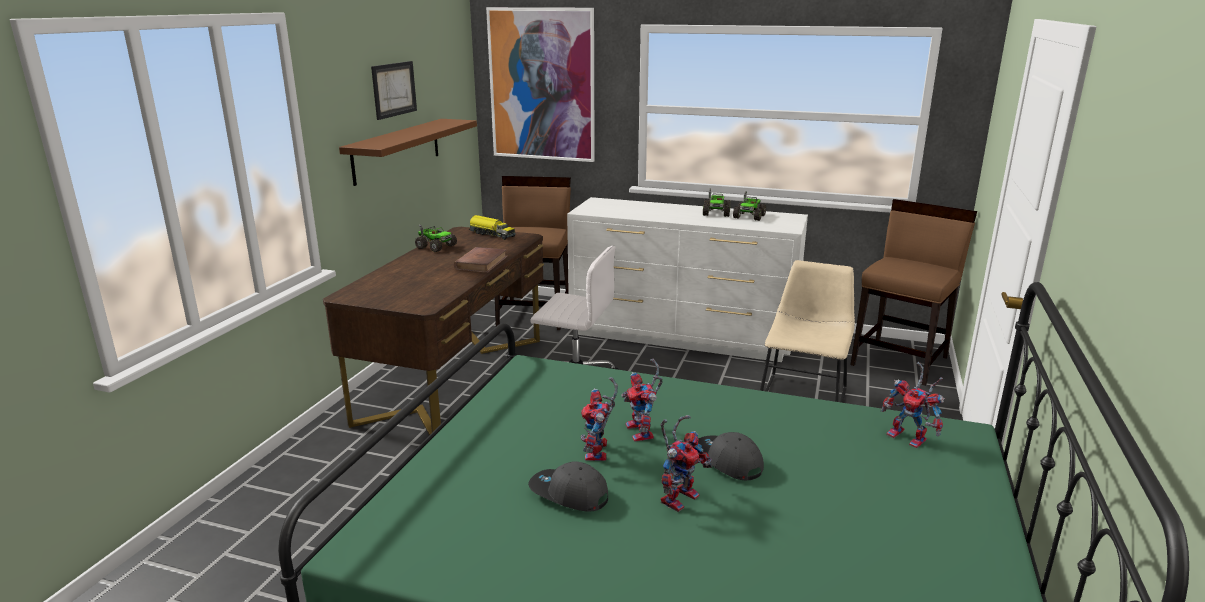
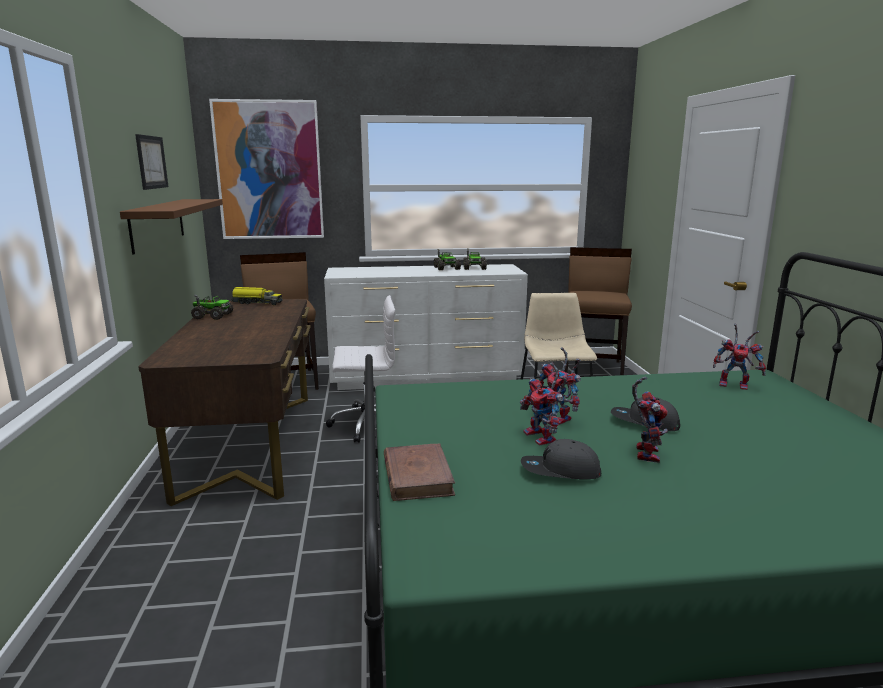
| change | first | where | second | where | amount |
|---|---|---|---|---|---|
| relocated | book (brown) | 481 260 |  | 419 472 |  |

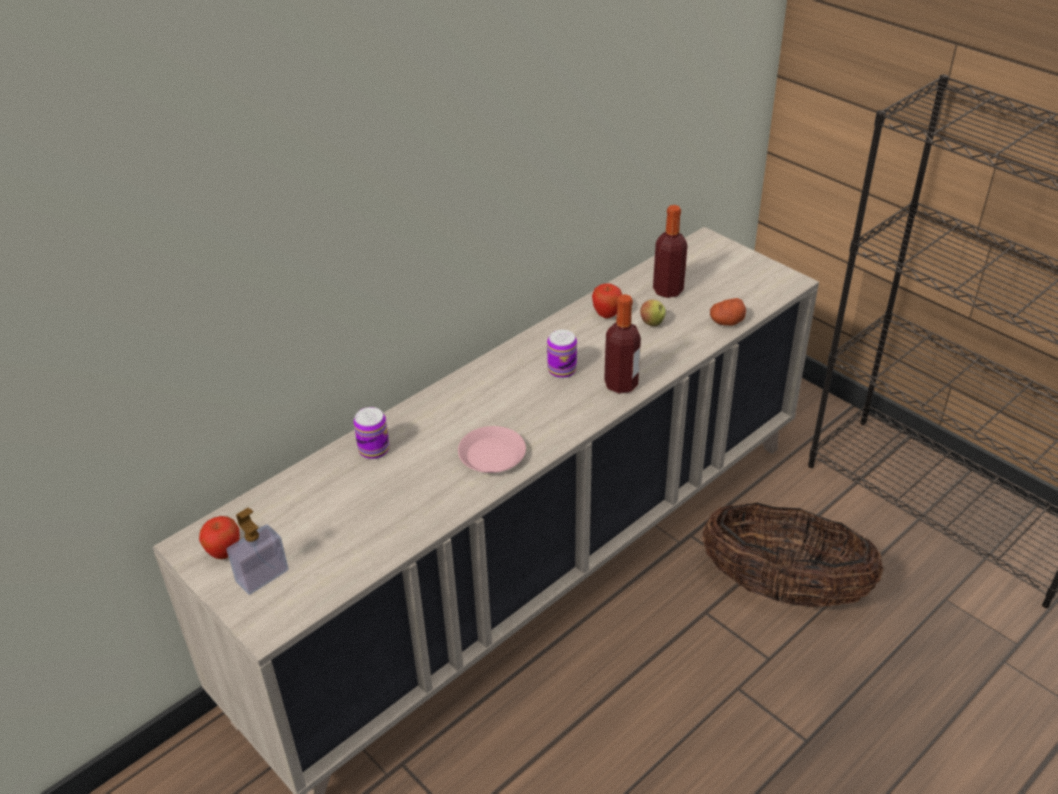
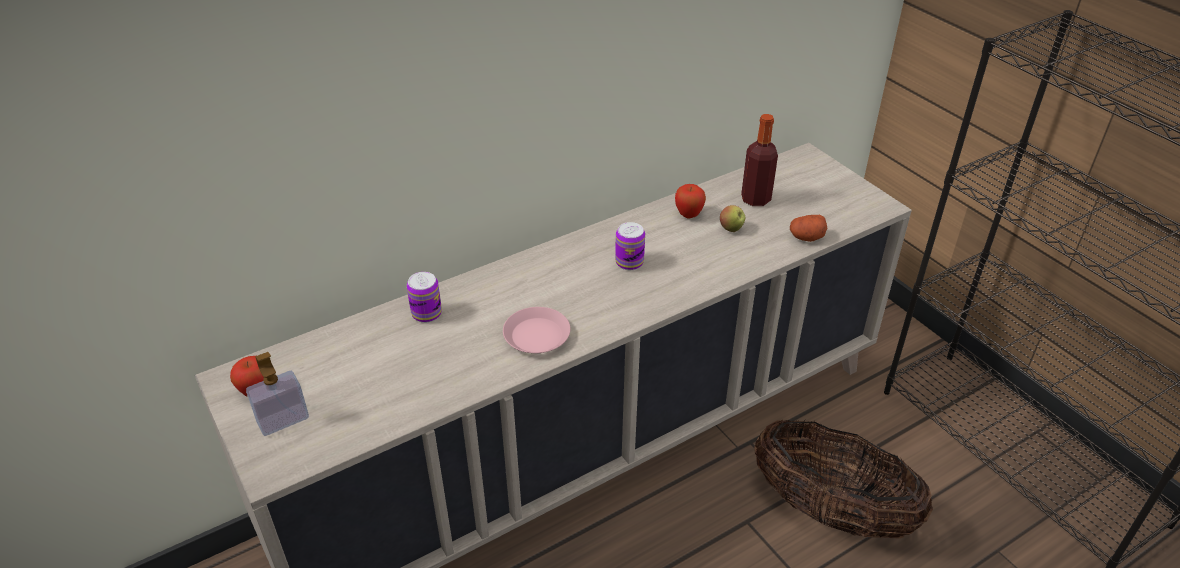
| change | first | where | second | where | amount |
|---|---|---|---|---|---|
| missing | bottle | 622 344 |  |  |  |

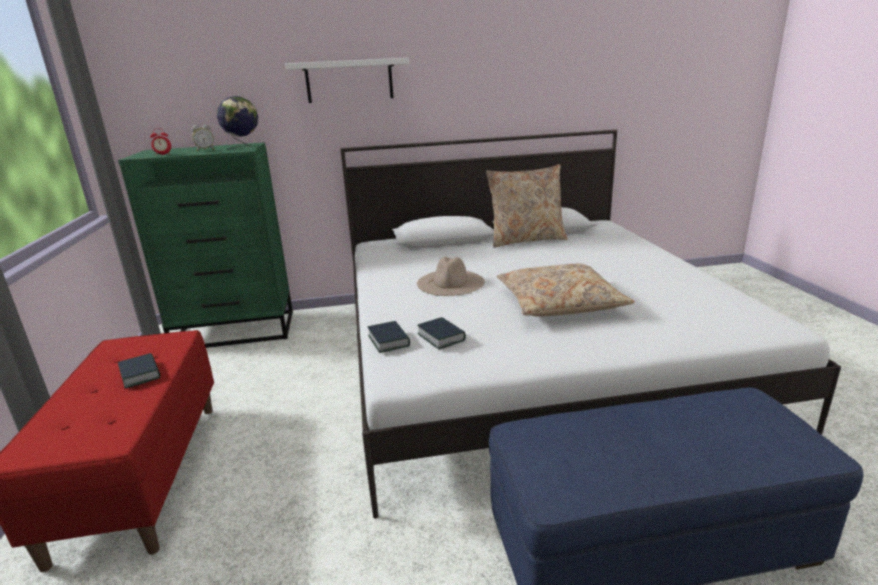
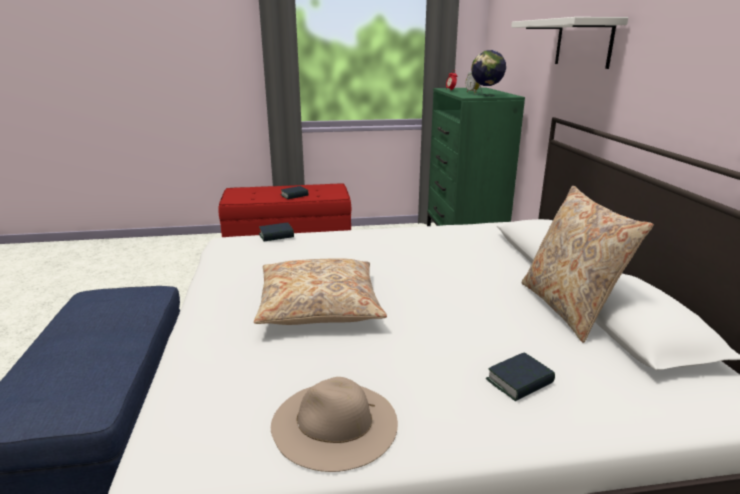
| change | first | where | second | where | amount |
|---|---|---|---|---|---|
| relocated | hat (beige) | 451 276 |  | 334 424 |  |
| relocated | book | 441 333 |  | 520 376 |  |

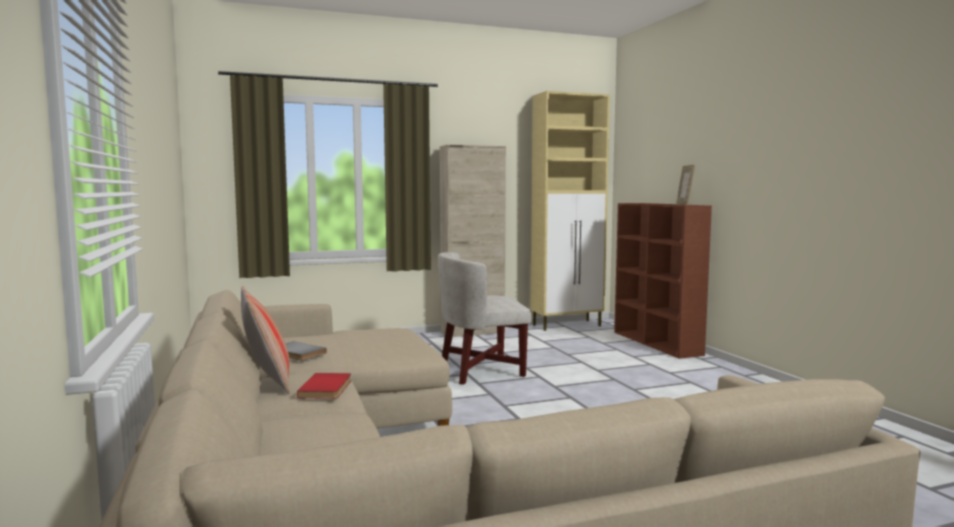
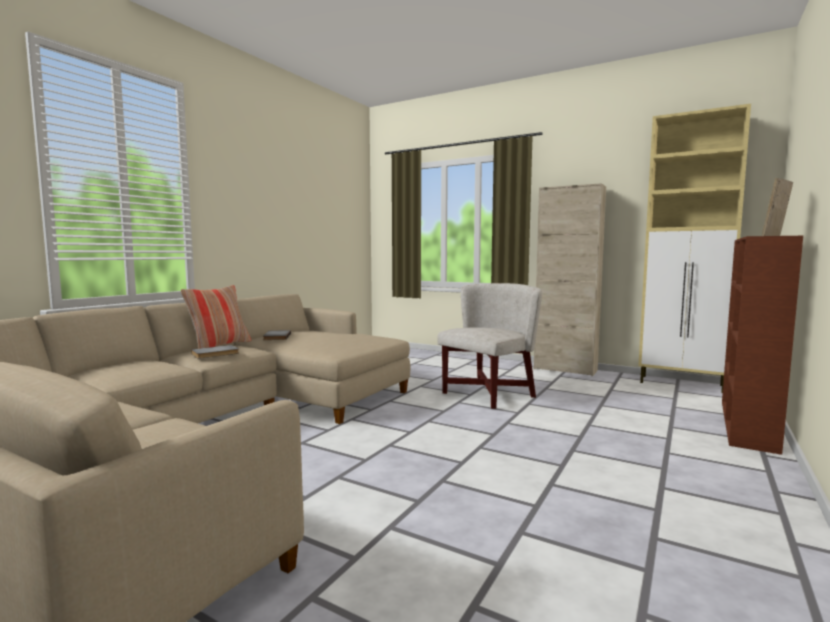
| change | first | where | second | where | amount |
|---|---|---|---|---|---|
| spun | armchair (white) | 484 318 |  | 490 346 | 105 degrees clockwise |
| colour | book (red) | 324 386 | book (grey) | 215 352 |  |

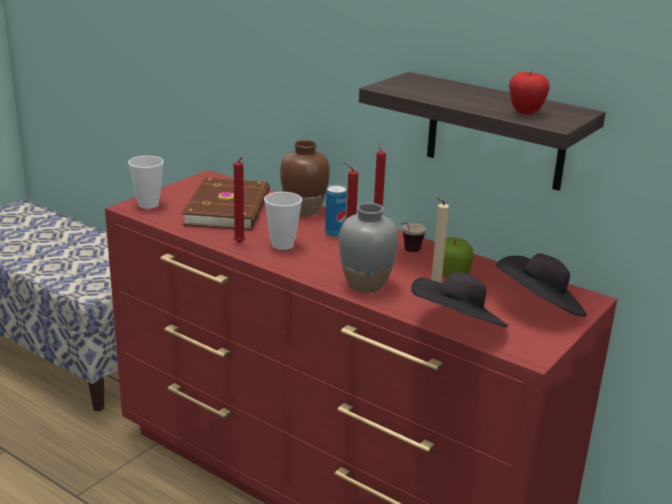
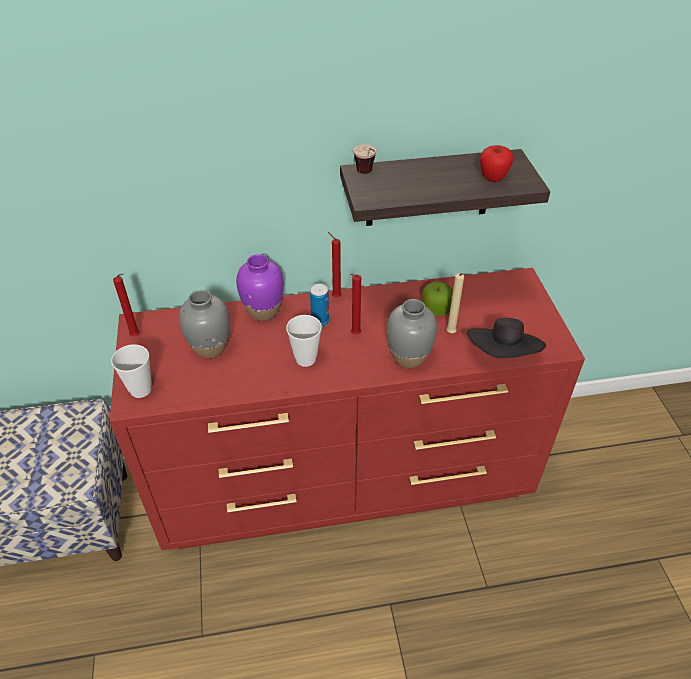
| change | first | where | second | where | amount |
|---|---|---|---|---|---|
| colour | vase (brown) | 305 178 | vase (purple) | 260 287 |  |
| relocated | candle (red) | 239 200 |  | 126 305 |  |
| exchanged | book (brown) | 226 204 | vase (grey) | 204 324 |  |
| relocated | cup | 413 237 |  | 365 159 |  |
| missing | hat (black) | 541 285 |  |  |  |

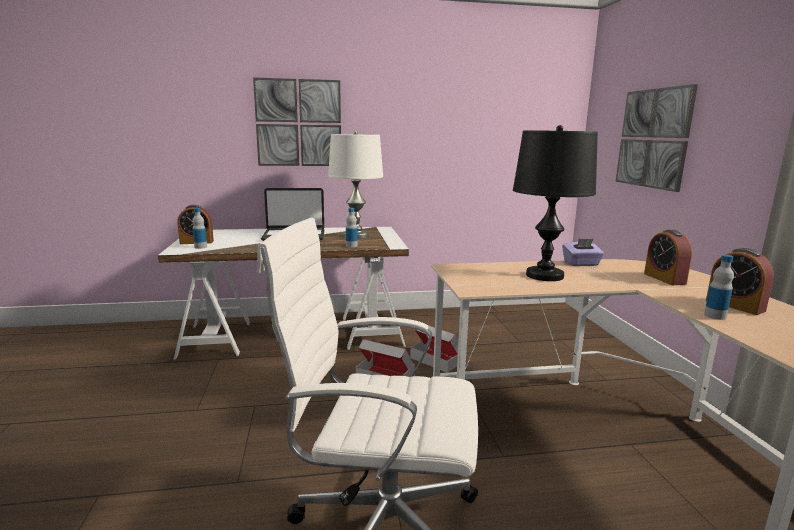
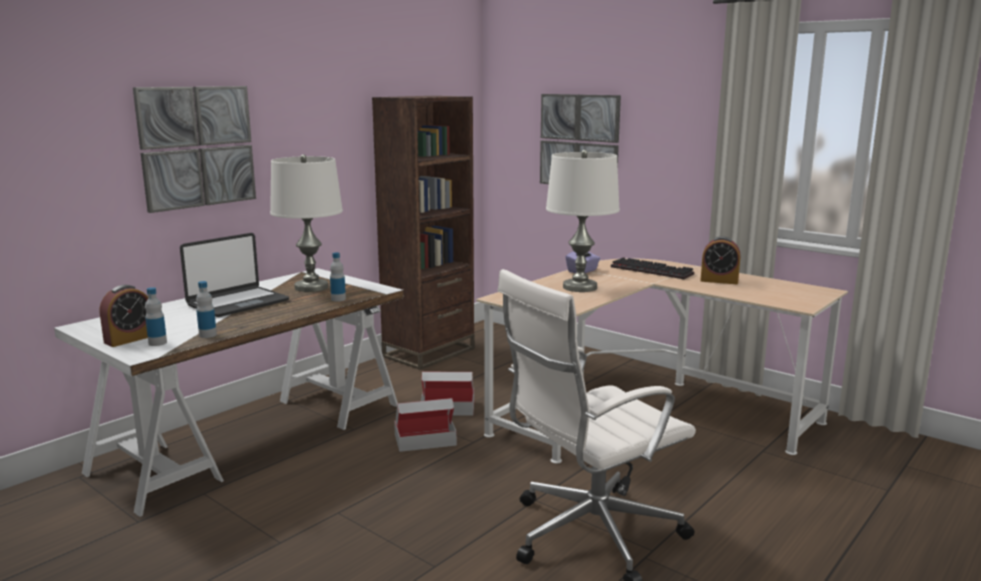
| change | first | where | second | where | amount |
|---|---|---|---|---|---|
| colour | table lamp (black) | 555 203 | table lamp (white) | 583 221 |  |
| exchanged | alarm clock | 668 257 | keyboard | 652 268 |  |
| relocated | bottle | 719 287 |  | 206 309 |  |
| appeared |  |  | bookcase (brown) | 423 233 |  |

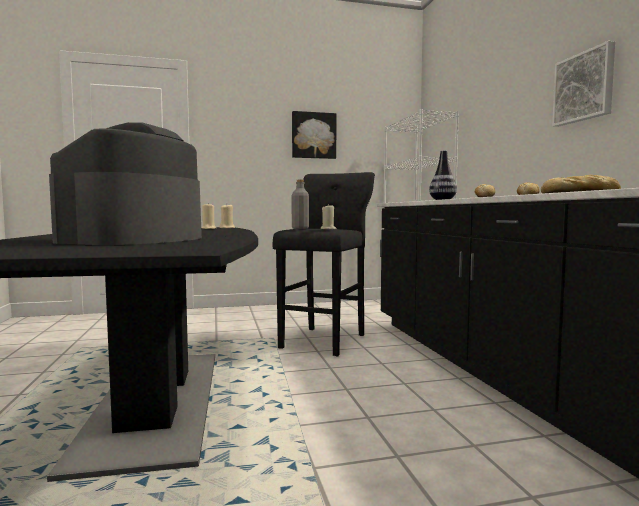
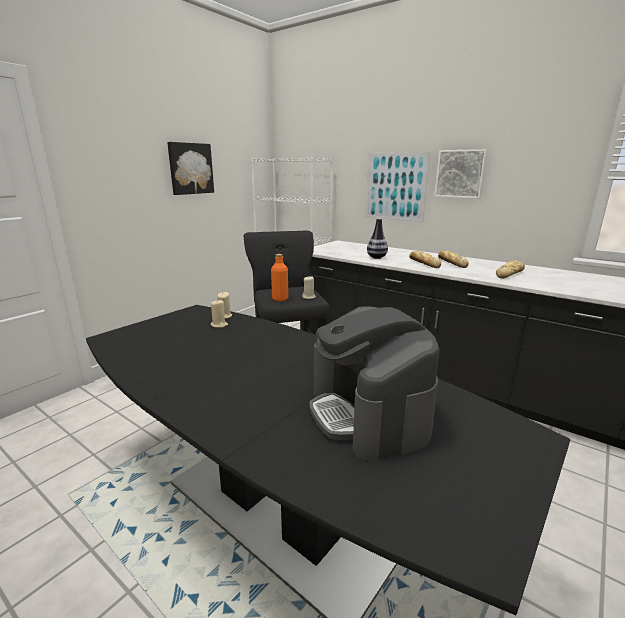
| change | first | where | second | where | amount |
|---|---|---|---|---|---|
| colour | bottle (grey) | 300 204 | bottle (orange) | 279 277 |  |
| appeared |  |  | picture | 397 187 |  |

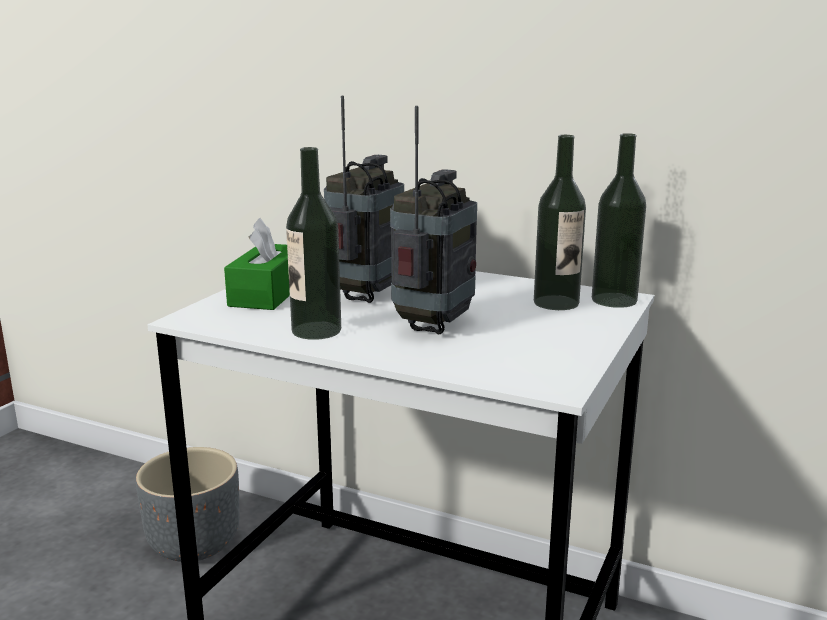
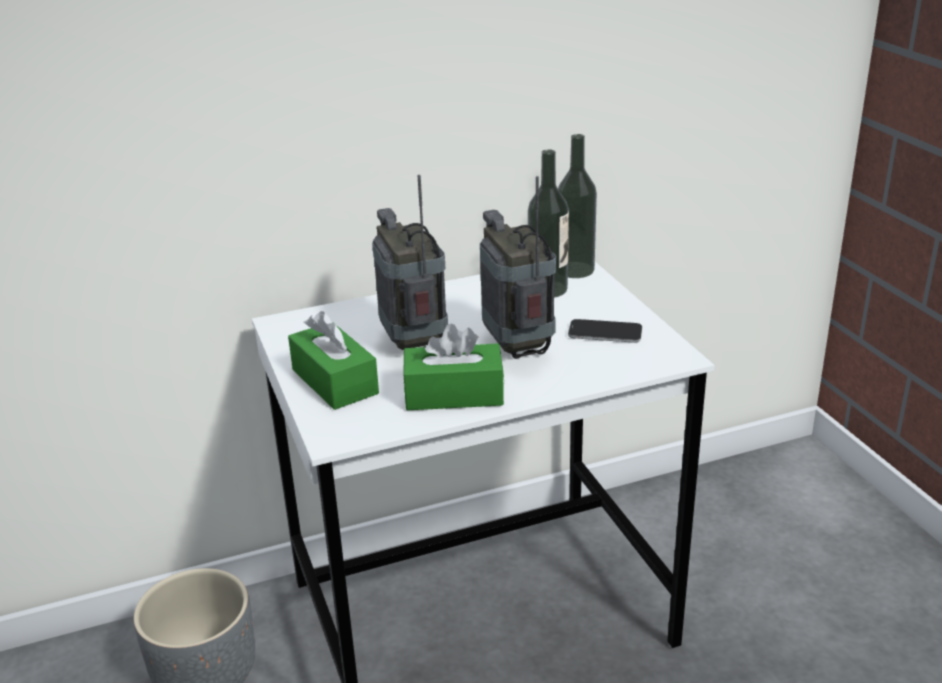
| change | first | where | second | where | amount |
|---|---|---|---|---|---|
| exchanged | bottle | 313 243 | tissue box (green) | 453 367 |  |
| appeared |  |  | phone | 605 331 |  |

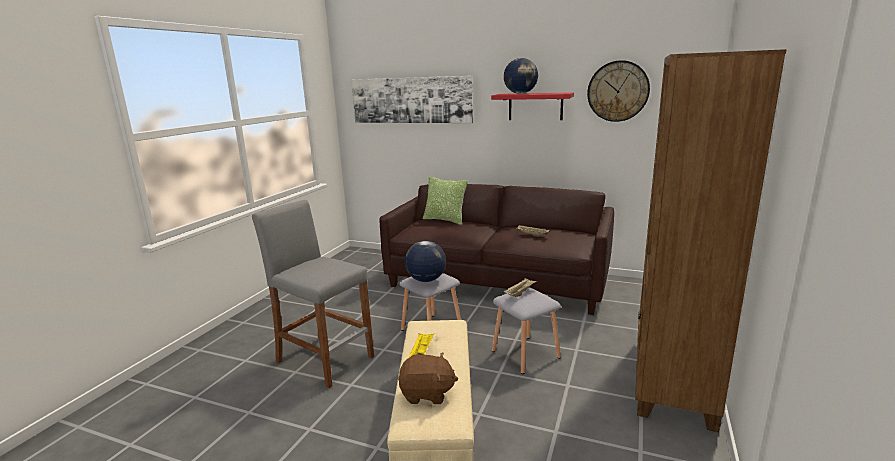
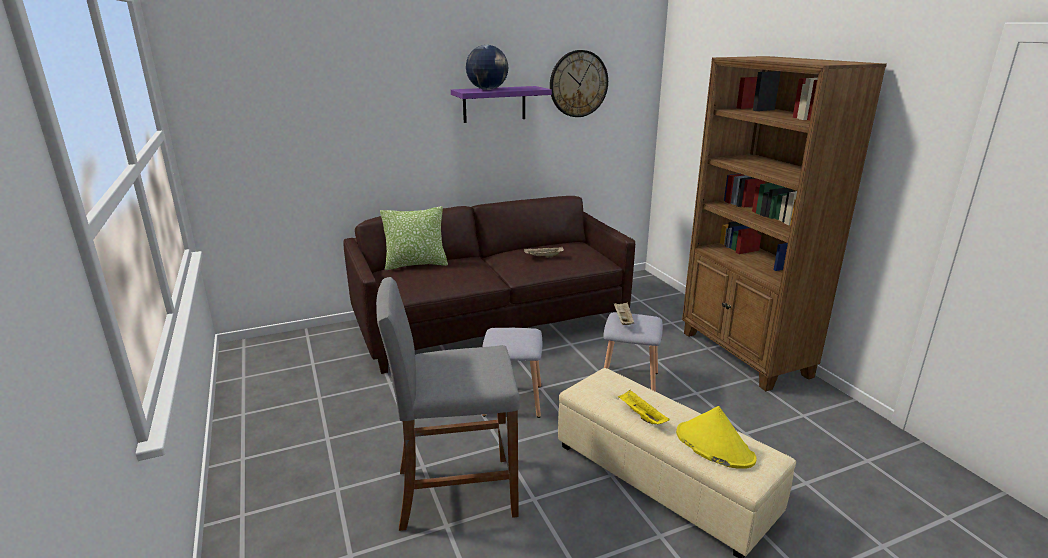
| change | first | where | second | where | amount |
|---|---|---|---|---|---|
| missing | picture | 412 99 |  |  |  |
| colour | shelf (red) | 532 106 | shelf (purple) | 501 104 |  |
| missing | globe | 425 261 |  |  |  |
| exchanged | plush toy (brown) | 428 378 | hat (yellow) | 716 437 |  |

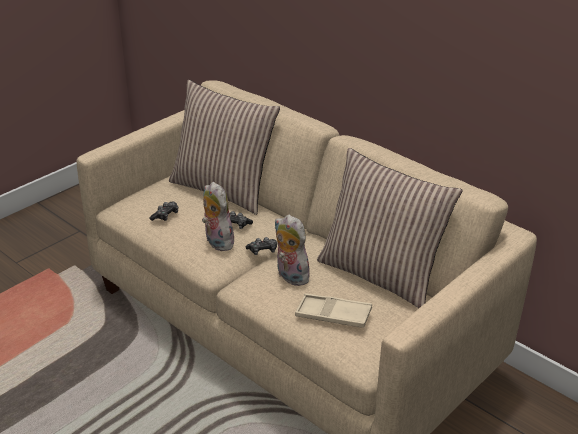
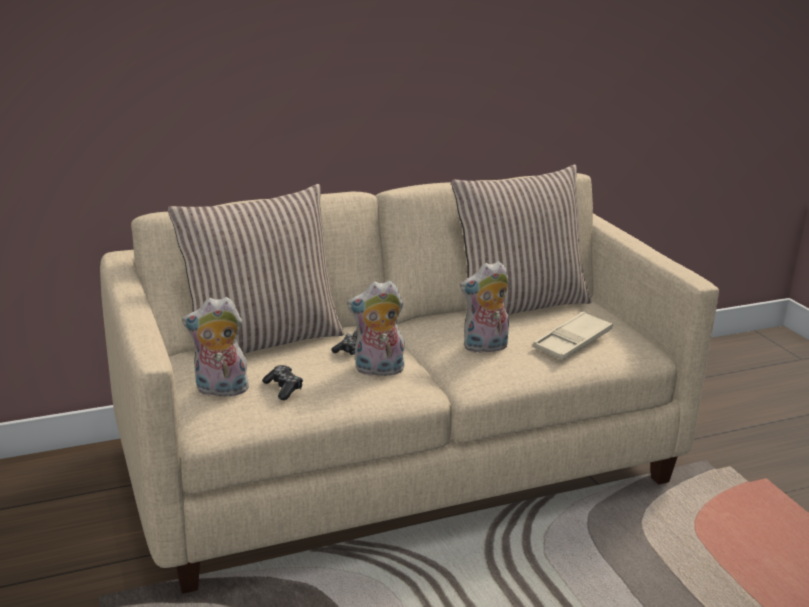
| change | first | where | second | where | amount |
|---|---|---|---|---|---|
| missing | game controller | 261 246 |  |  |  |
| appeared |  |  | plush toy | 215 346 |  |

